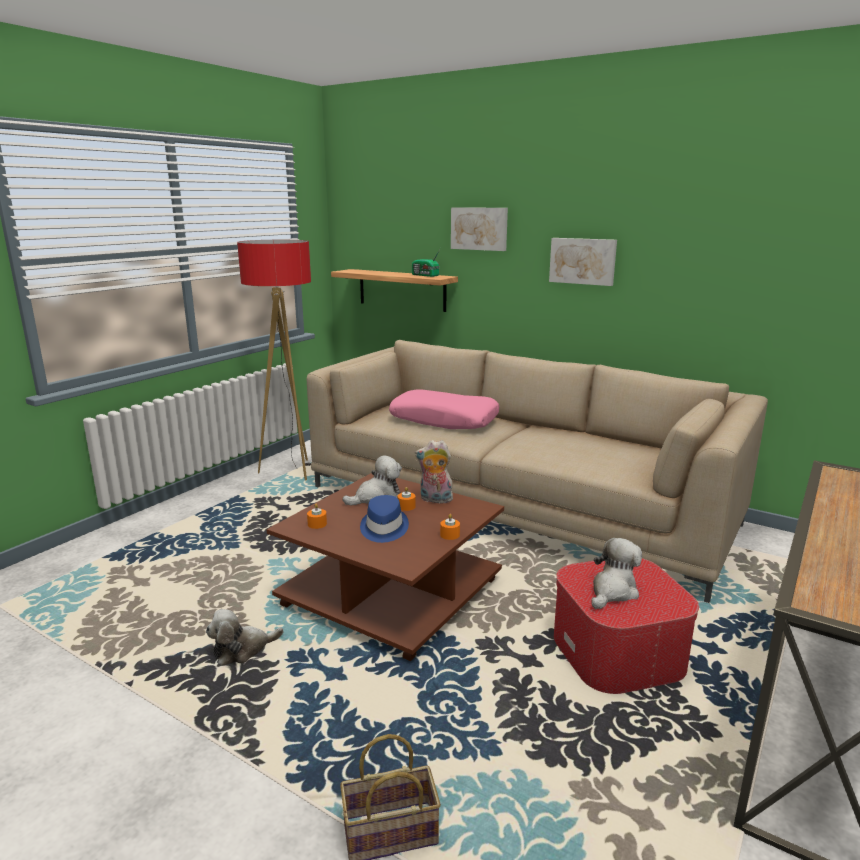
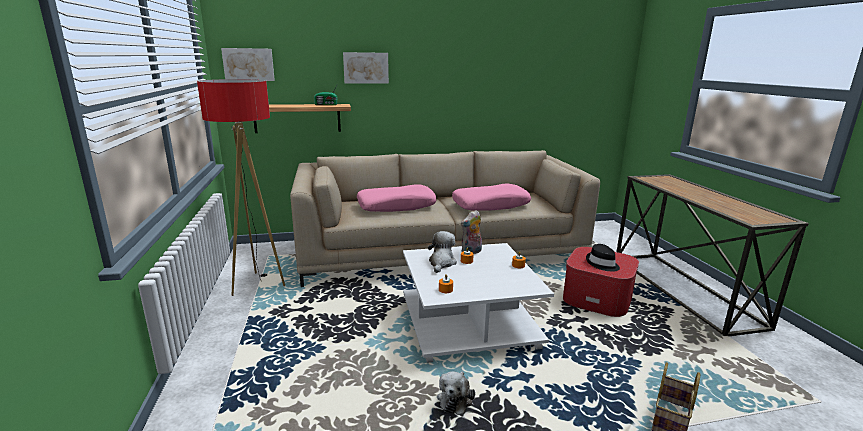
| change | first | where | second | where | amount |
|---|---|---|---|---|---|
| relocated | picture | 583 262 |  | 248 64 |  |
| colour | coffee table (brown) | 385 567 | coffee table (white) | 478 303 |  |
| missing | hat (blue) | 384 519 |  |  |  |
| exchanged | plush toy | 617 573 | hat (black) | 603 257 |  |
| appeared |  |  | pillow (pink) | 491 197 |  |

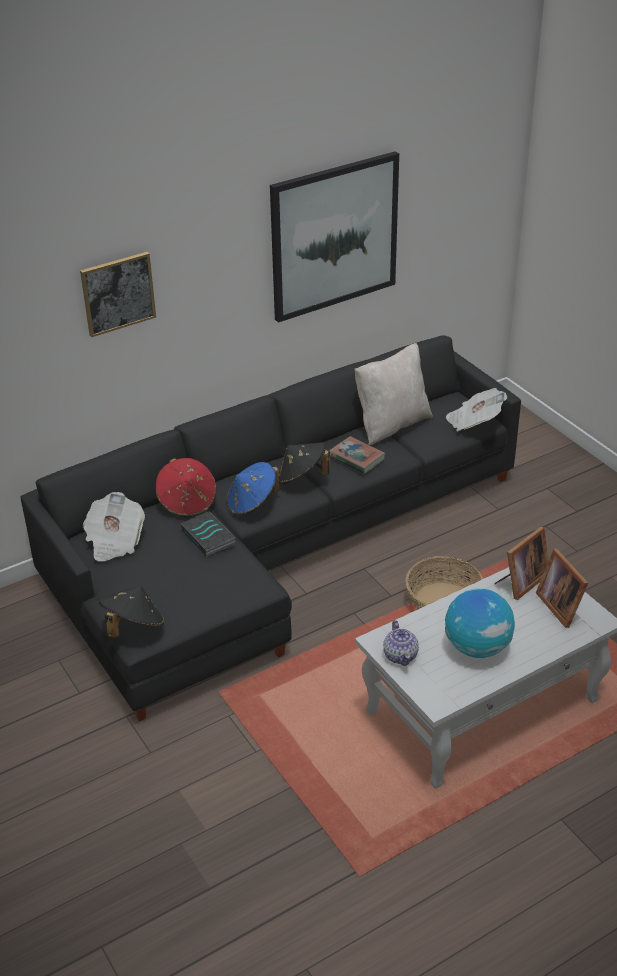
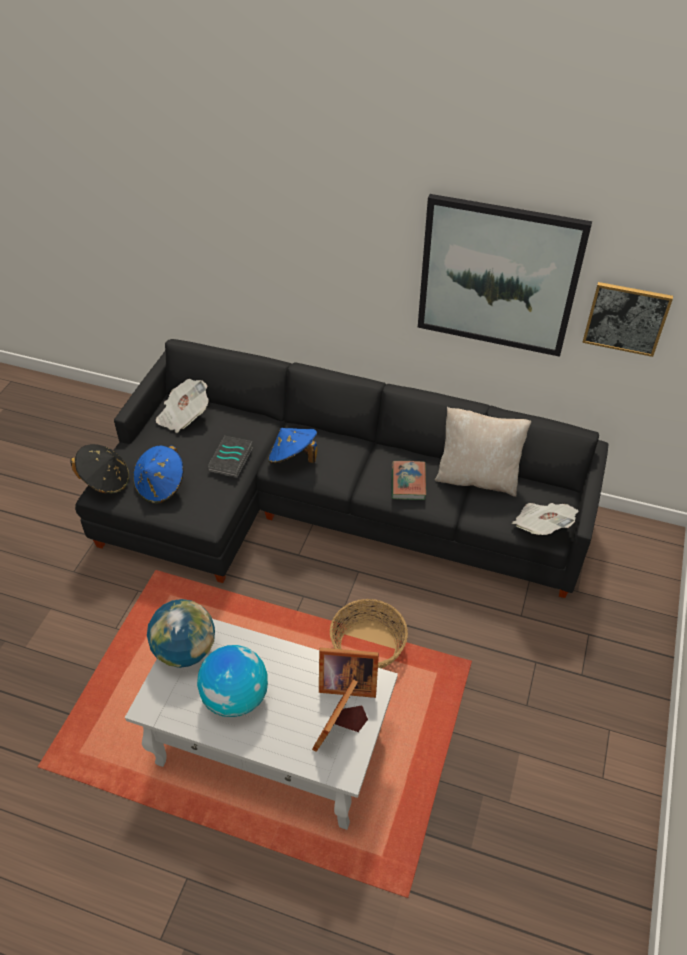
| change | first | where | second | where | amount |
|---|---|---|---|---|---|
| relocated | picture | 118 294 |  | 627 319 |  |
| missing | hat (black) | 304 463 |  |  |  |
| missing | hat (red) | 186 487 |  |  |  |
| exchanged | teapot | 401 643 | globe | 181 633 |  |
| appeared |  |  | hat (blue) | 158 474 |  |

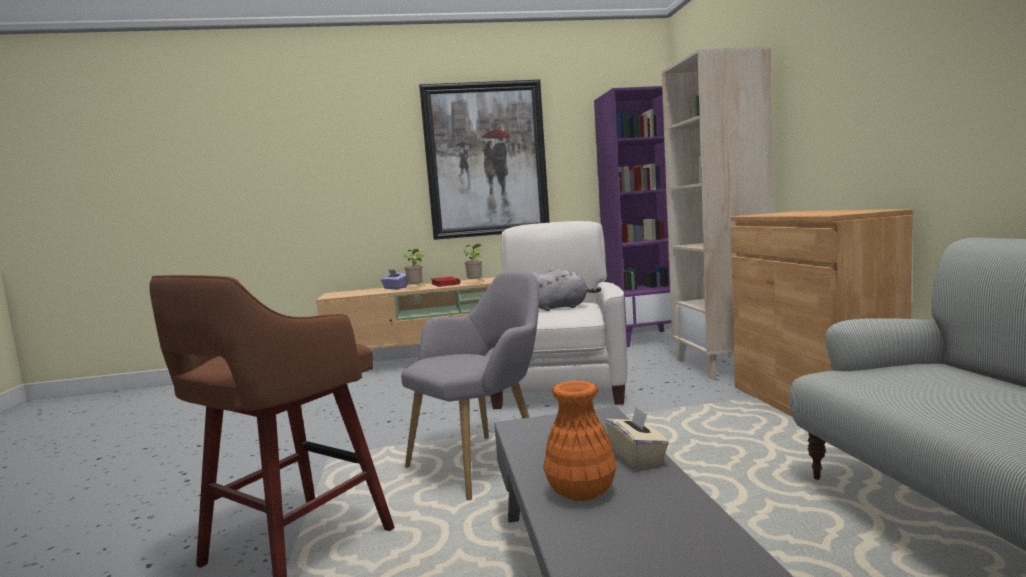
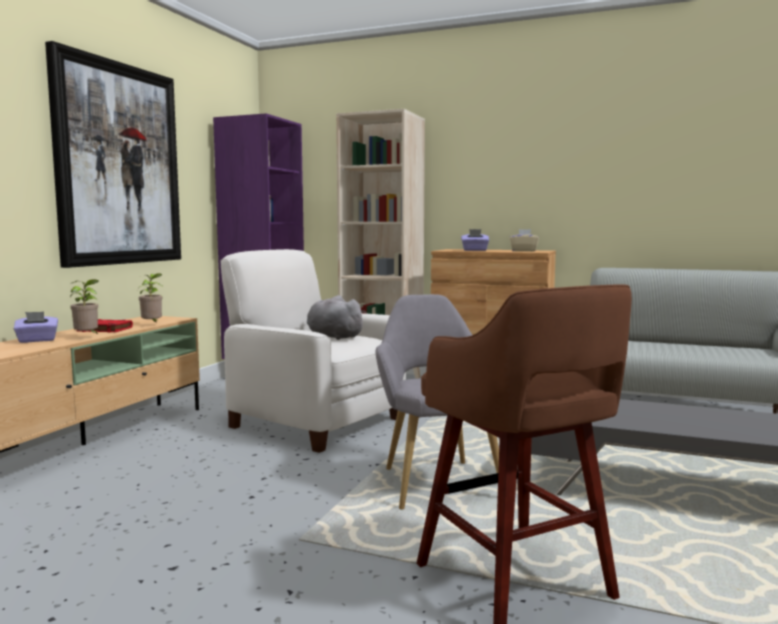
| change | first | where | second | where | amount |
|---|---|---|---|---|---|
| spun | plush toy (grey) | 566 289 |  | 336 317 | 75 degrees counterclockwise |
| missing | vase (orange) | 579 440 |  |  |  |
| relocated | tissue box (beige) | 637 438 |  | 524 240 |  |
| appeared |  |  | tissue box (purple) | 475 240 |  |

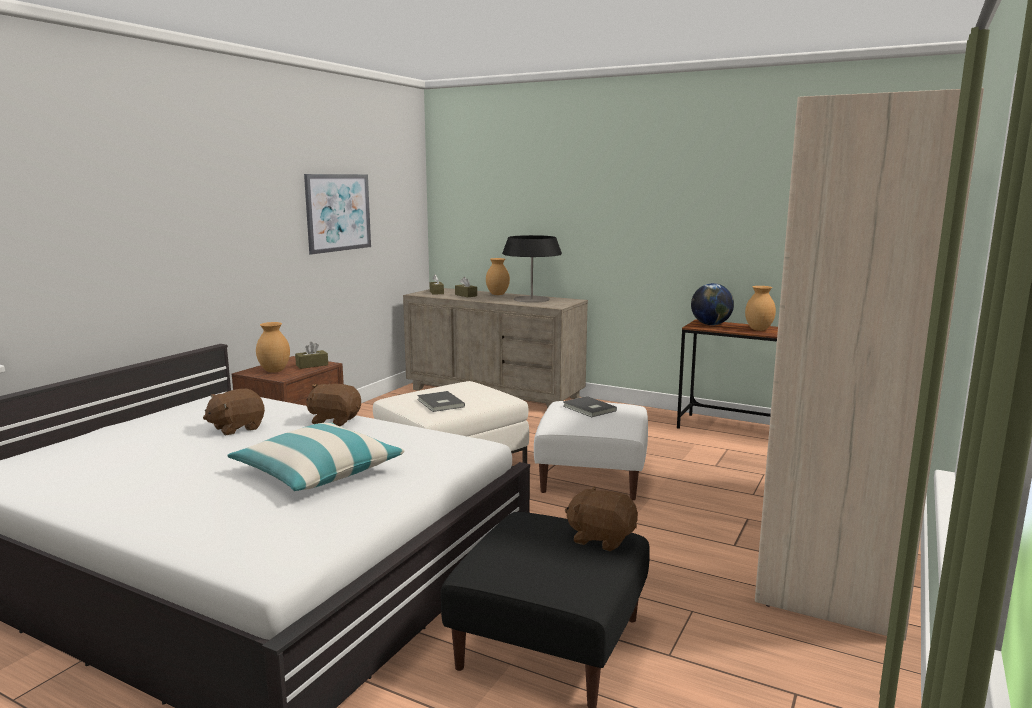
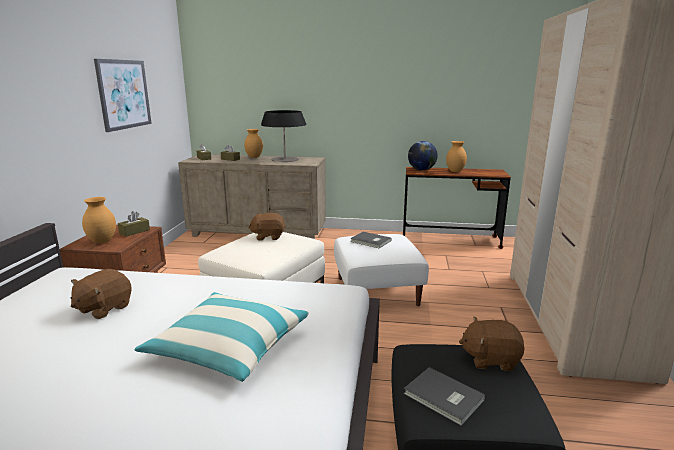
| change | first | where | second | where | amount |
|---|---|---|---|---|---|
| relocated | plush toy (brown) | 333 405 |  | 267 226 |  |
| relocated | book (grey) | 441 401 |  | 444 396 |  |

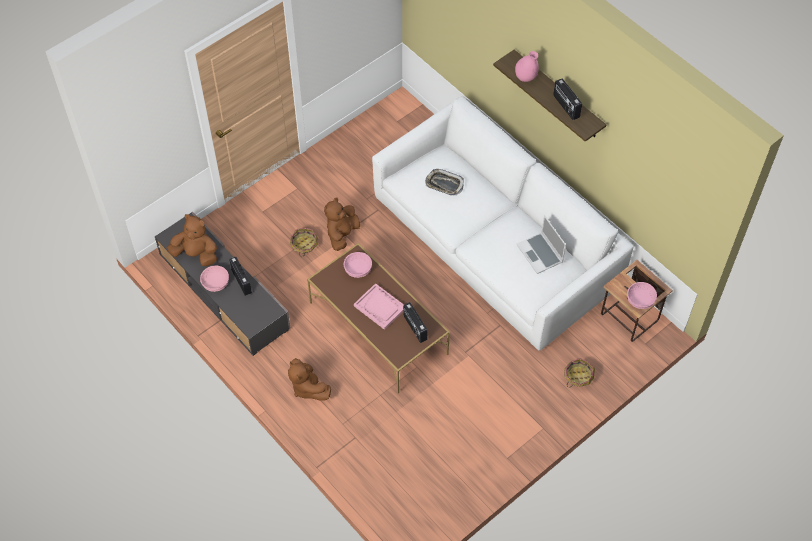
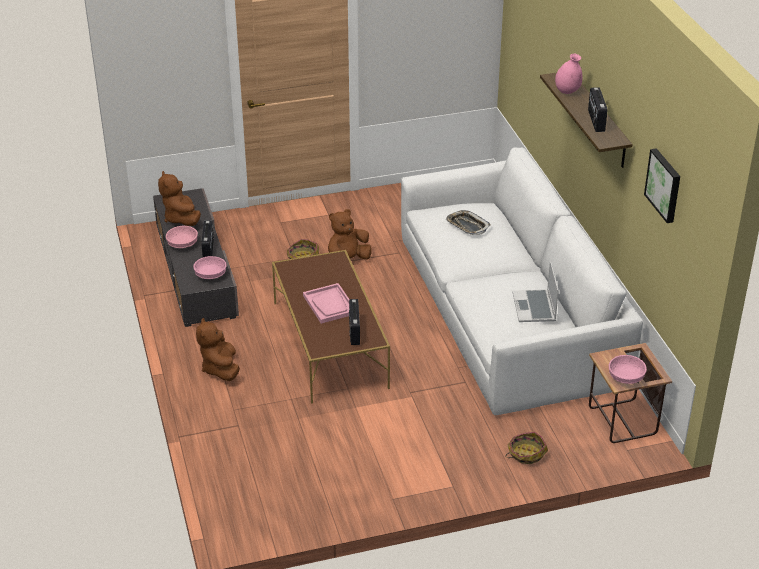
| change | first | where | second | where | amount |
|---|---|---|---|---|---|
| spun | plush toy (brown) | 192 240 |  | 179 198 | 150 degrees counterclockwise |
| relocated | bowl (pink) | 358 265 |  | 210 267 |  |
| appeared |  |  | picture | 662 185 |  |

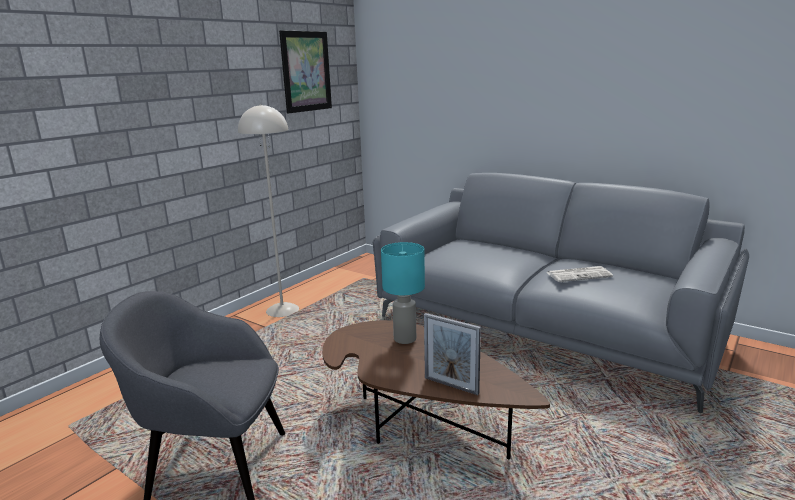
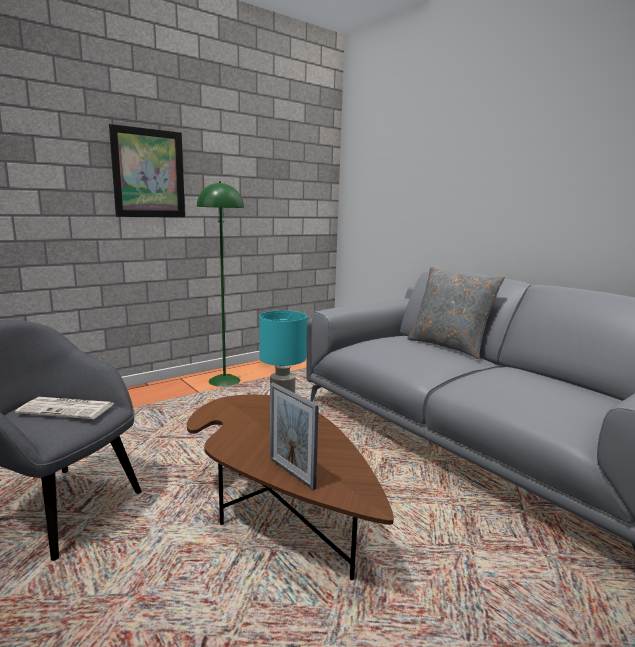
| change | first | where | second | where | amount |
|---|---|---|---|---|---|
| relocated | picture | 305 72 |  | 147 170 |  |
| colour | floor lamp (beige) | 268 210 | floor lamp (green) | 220 284 |  |
| relocated | newspaper | 579 274 |  | 64 408 |  |
| appeared |  |  | pillow (grey) | 456 313 |  |

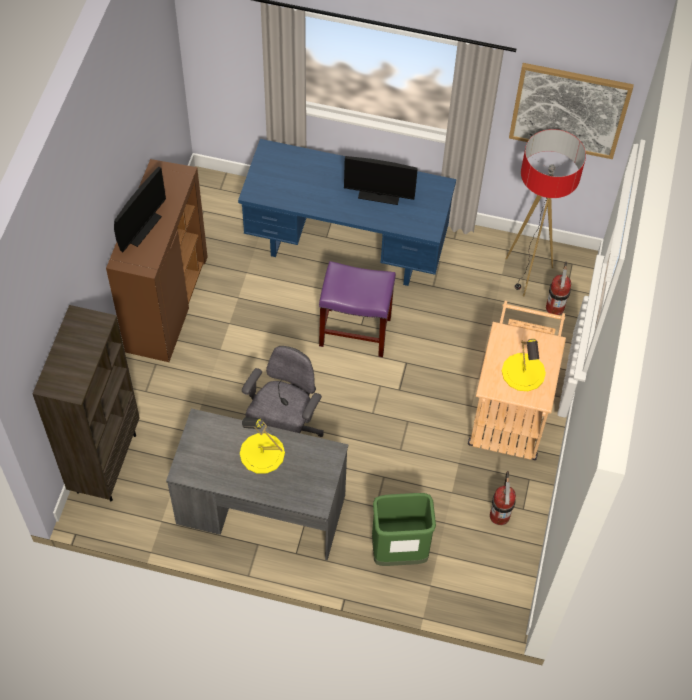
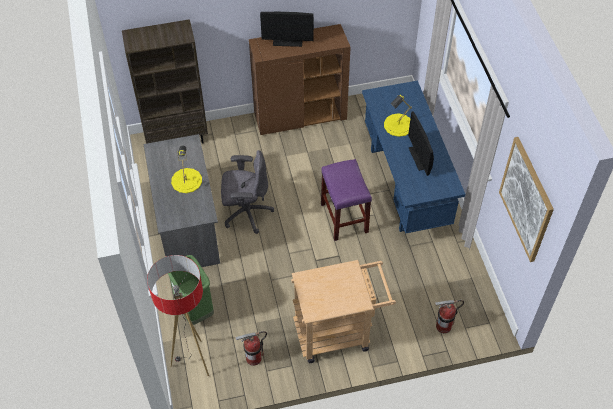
| change | first | where | second | where | amount |
|---|---|---|---|---|---|
| relocated | floor lamp | 546 212 |  | 178 315 |  |
| relocated | table lamp (yellow) | 524 365 |  | 398 116 |  |

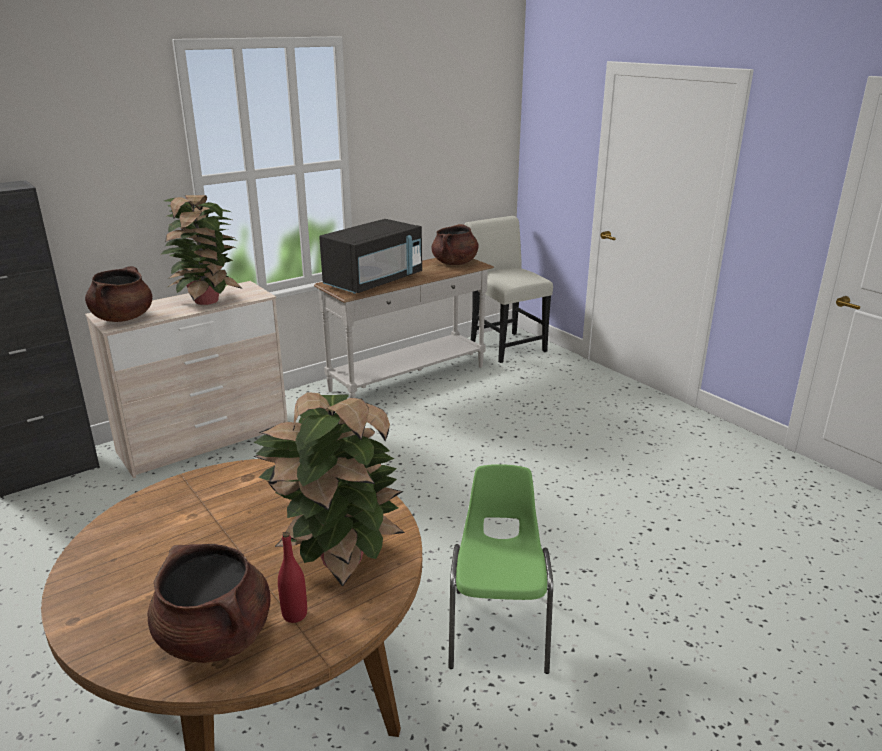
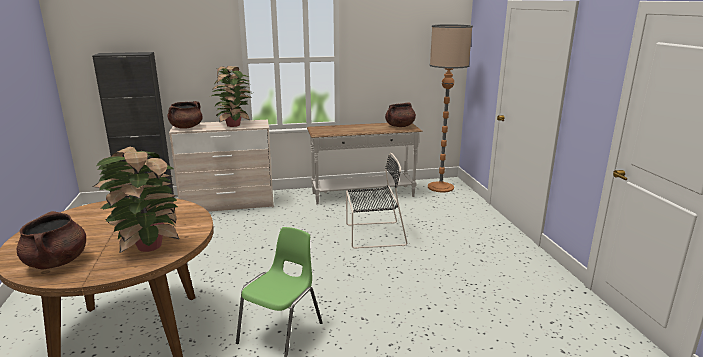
| change | first | where | second | where | amount |
|---|---|---|---|---|---|
| exchanged | chair (white) | 509 289 | floor lamp | 450 108 |  |
| missing | microwave (black) | 370 256 |  |  |  |
| missing | bottle (red) | 292 577 |  |  |  |
| appeared |  |  | chair (black) | 376 200 |  |

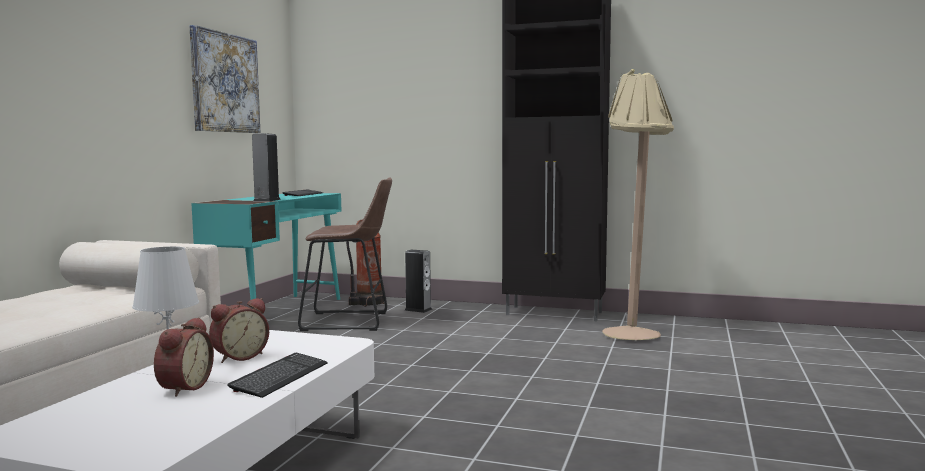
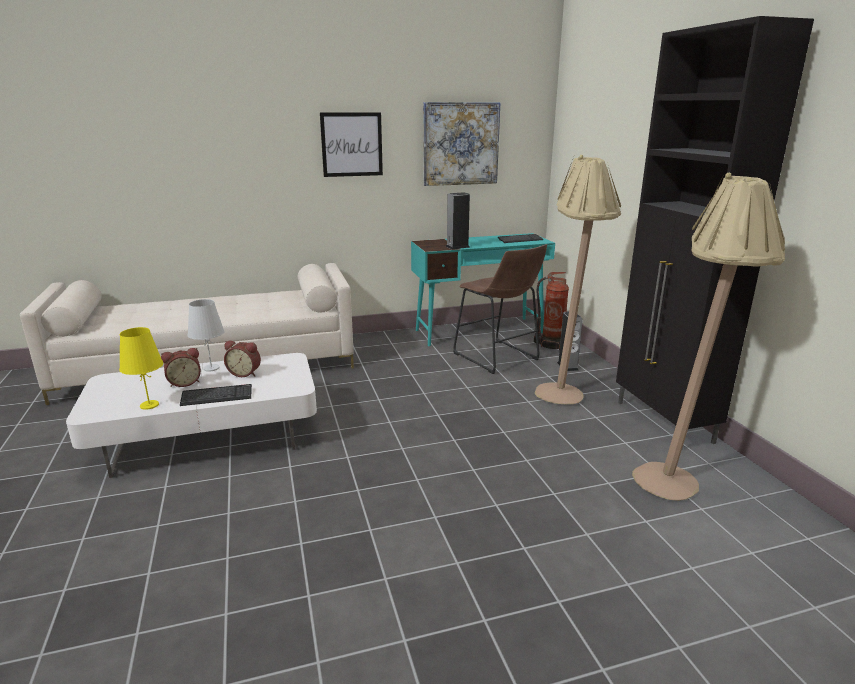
| change | first | where | second | where | amount |
|---|---|---|---|---|---|
| appeared |  |  | picture | 351 145 |  |
| appeared |  |  | floor lamp (beige) | 578 279 |  |
| appeared |  |  | table lamp (yellow) | 141 368 |  |

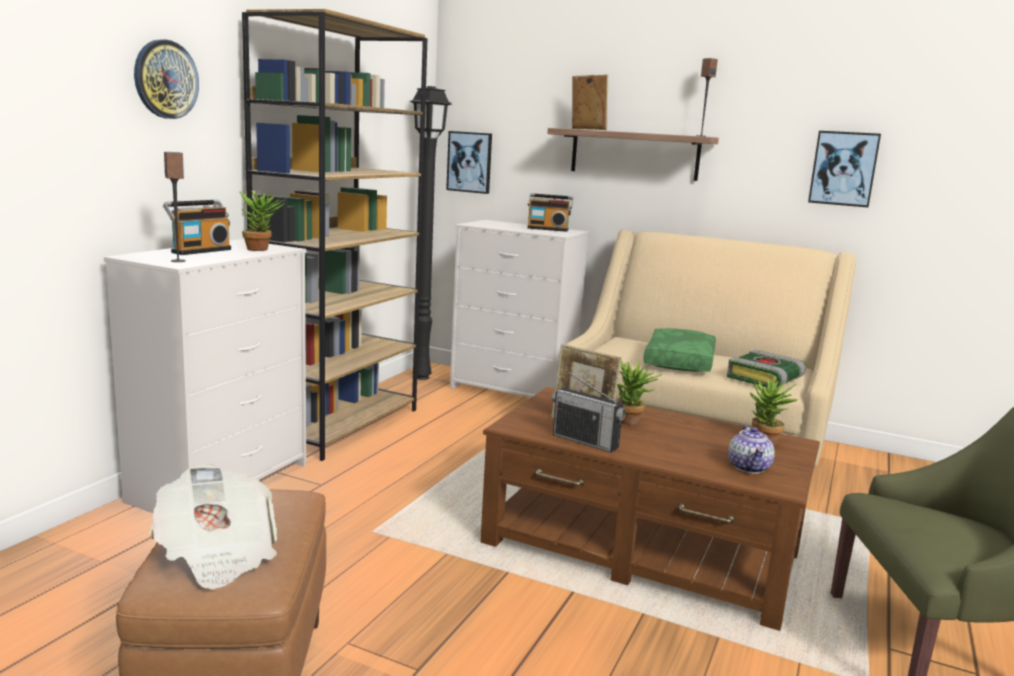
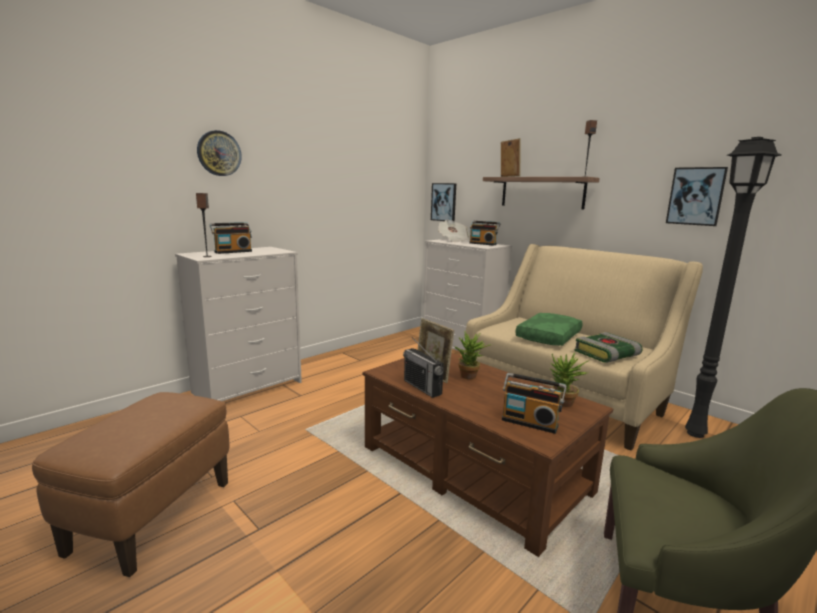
| change | first | where | second | where | amount |
|---|---|---|---|---|---|
| missing | bookcase (brown) | 334 235 |  |  |  |
| relocated | floor lamp (black) | 430 233 |  | 733 287 |  |
| missing | potted plant | 262 221 |  |  |  |
| exchanged | teapot | 751 449 | radio | 534 403 |  |
| relocated | newspaper | 213 527 |  | 453 231 |  |

